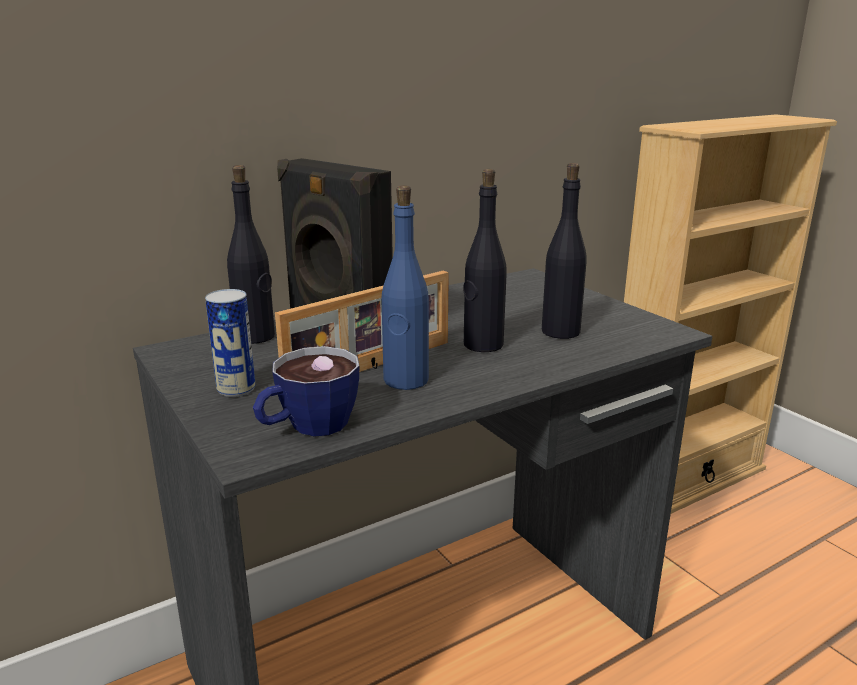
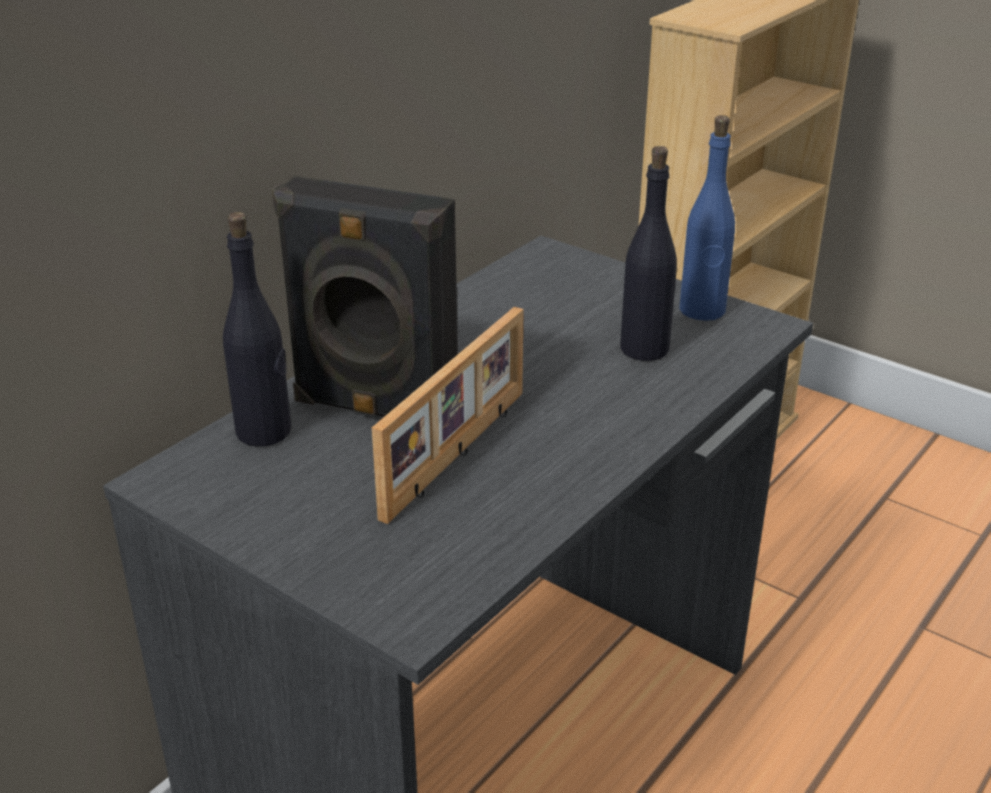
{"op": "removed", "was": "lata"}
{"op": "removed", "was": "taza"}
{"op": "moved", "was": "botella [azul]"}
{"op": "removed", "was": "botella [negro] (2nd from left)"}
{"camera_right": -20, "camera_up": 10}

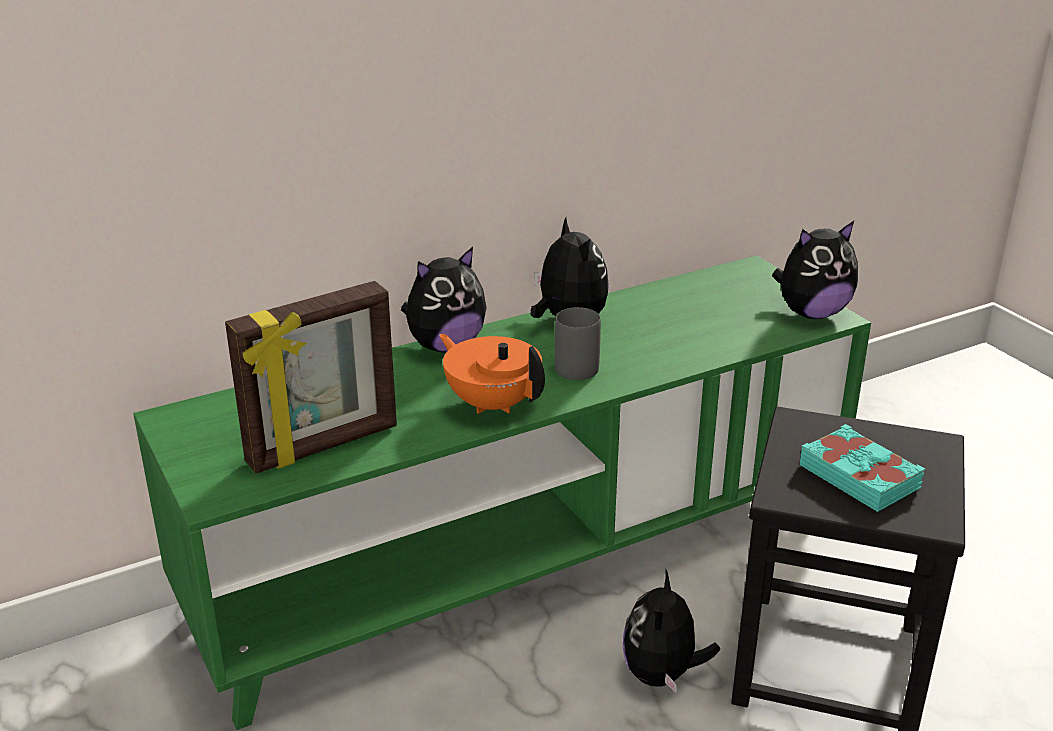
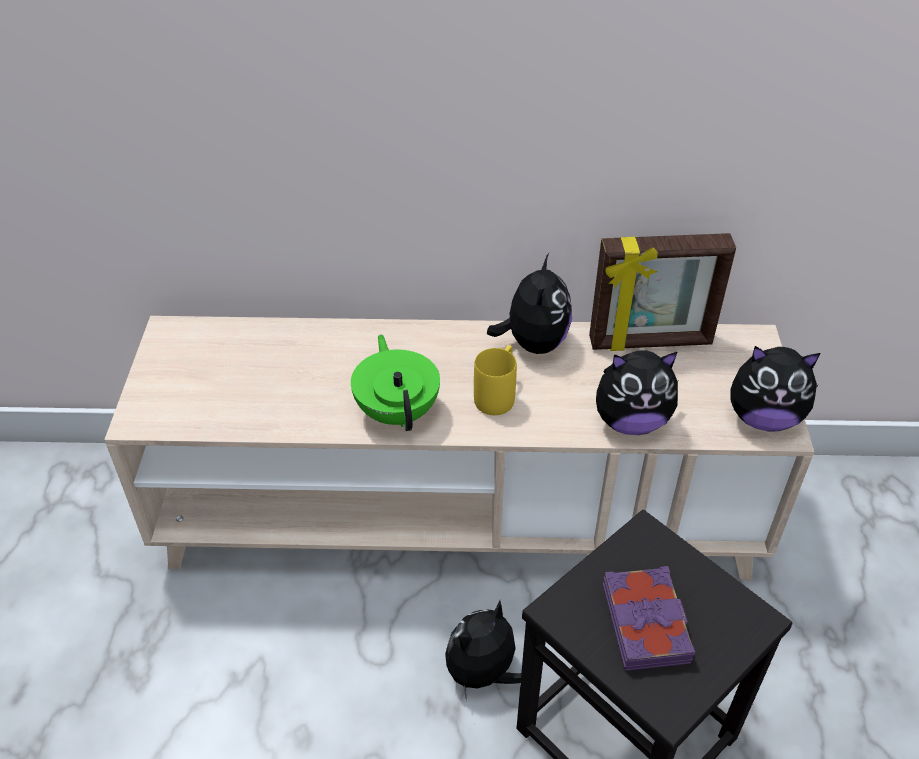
{"op": "recoloured", "was": "mueble de televisión [verde]", "now": "mueble de televisión [beis]"}
{"op": "moved", "was": "portarretratos"}
{"op": "moved", "was": "peluche (1st from left in the first image)", "now": "peluche (3rd from left)"}
{"op": "recoloured", "was": "tetera [naranja]", "now": "tetera [verde]"}
{"op": "recoloured", "was": "taza grande [gris]", "now": "taza grande [amarillo]"}
{"op": "recoloured", "was": "libro [turquesa]", "now": "libro [morado]"}
{"camera_right": 30, "camera_up": 15}

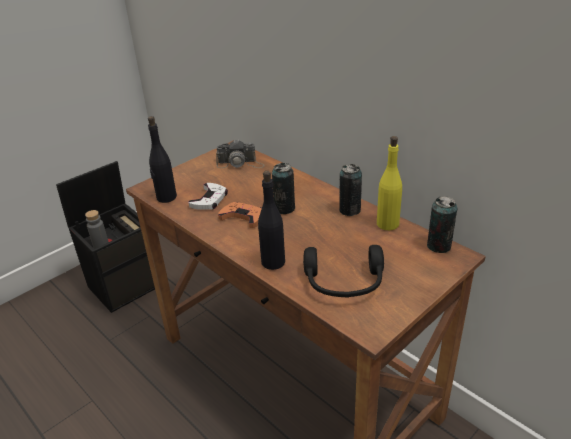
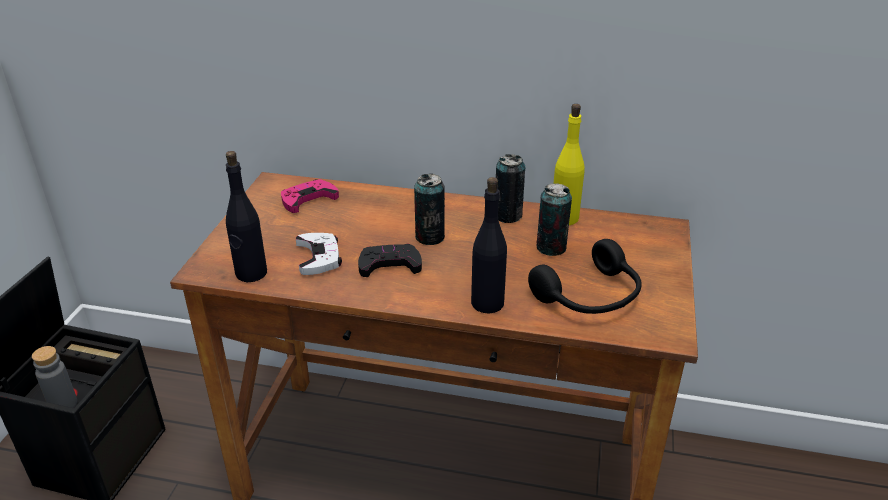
{"op": "replaced", "was": "cámara", "now": "mando de consola [rosa]"}
{"op": "recoloured", "was": "mando de consola [naranja]", "now": "mando de consola [negro]"}
{"op": "moved", "was": "lata (3rd from left)"}
{"camera_right": -35, "camera_up": 0}

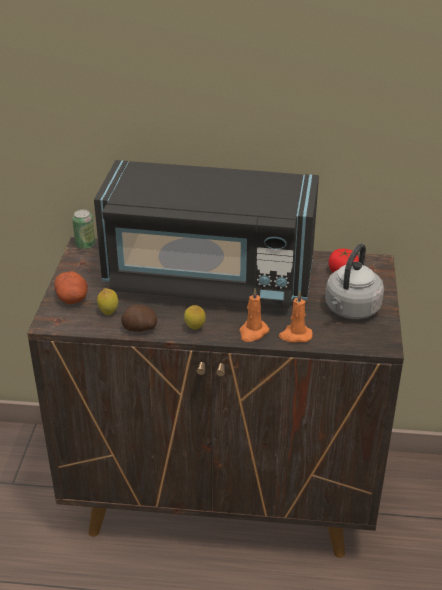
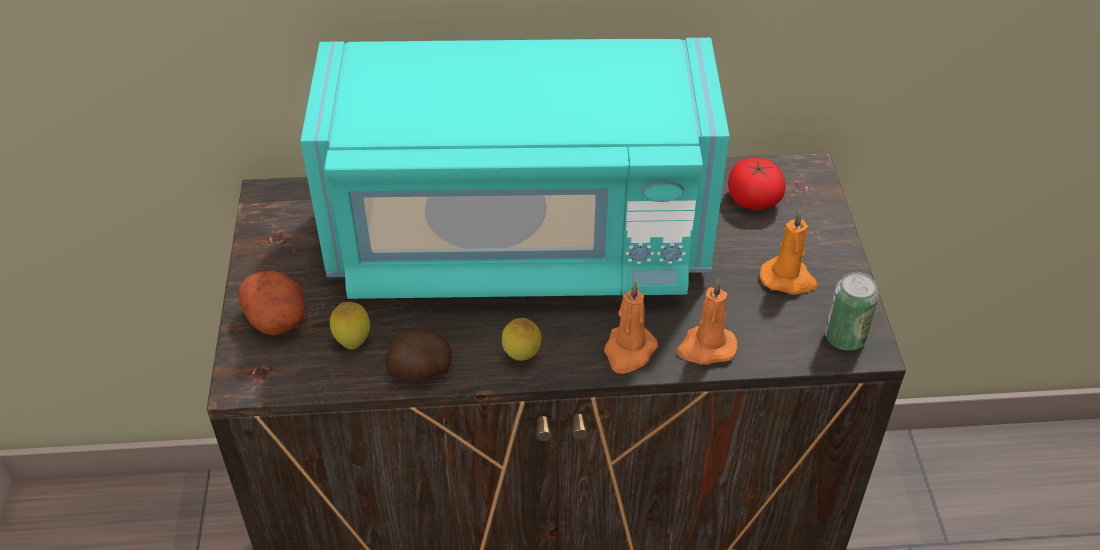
{"op": "moved", "was": "lata"}
{"op": "recoloured", "was": "microondas [negro]", "now": "microondas [turquesa]"}
{"op": "replaced", "was": "hervidor [gris]", "now": "vela [naranja] (3rd from left)"}
{"camera_right": -10, "camera_up": 10}

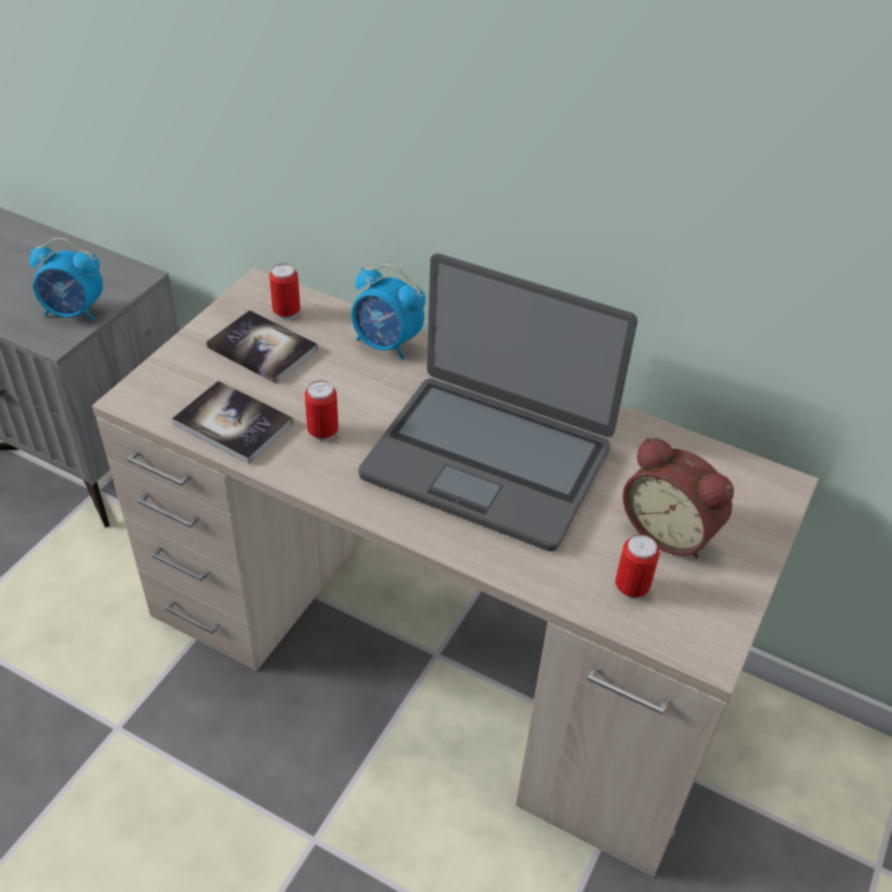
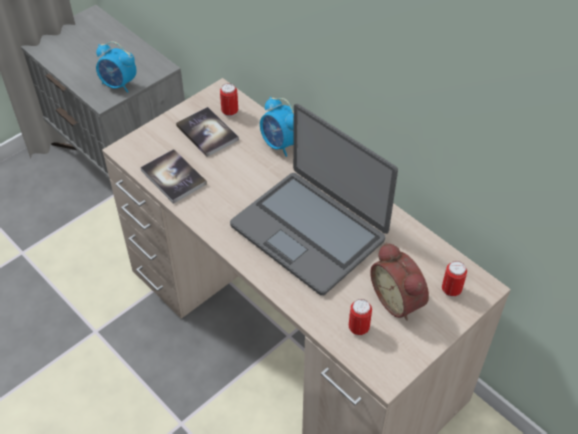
{"op": "moved", "was": "lata (2nd from left in the first image)", "now": "lata (3rd from left)"}
{"camera_right": 20, "camera_up": 5}

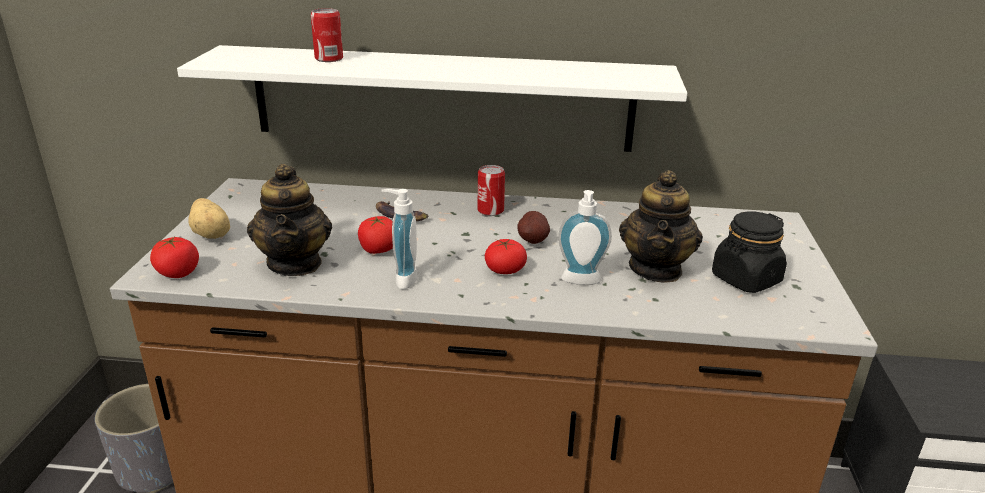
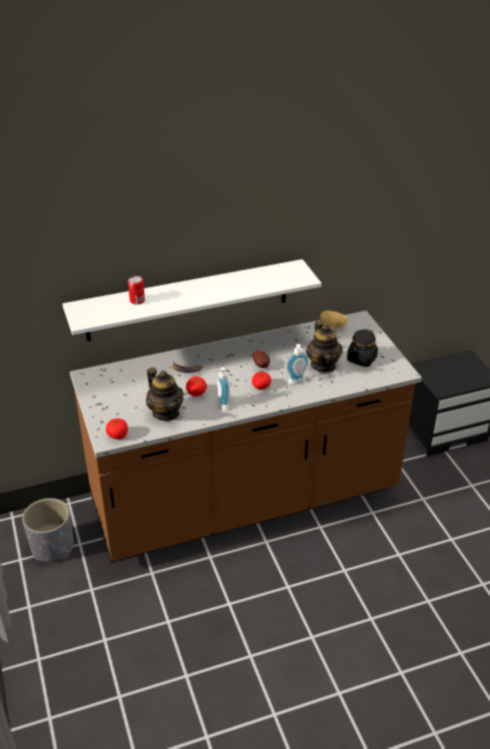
{"op": "moved", "was": "patata (1st from left in the first image)", "now": "patata (2nd from left)"}
{"op": "removed", "was": "lata (2nd from left)"}
{"camera_right": -25, "camera_up": 10}

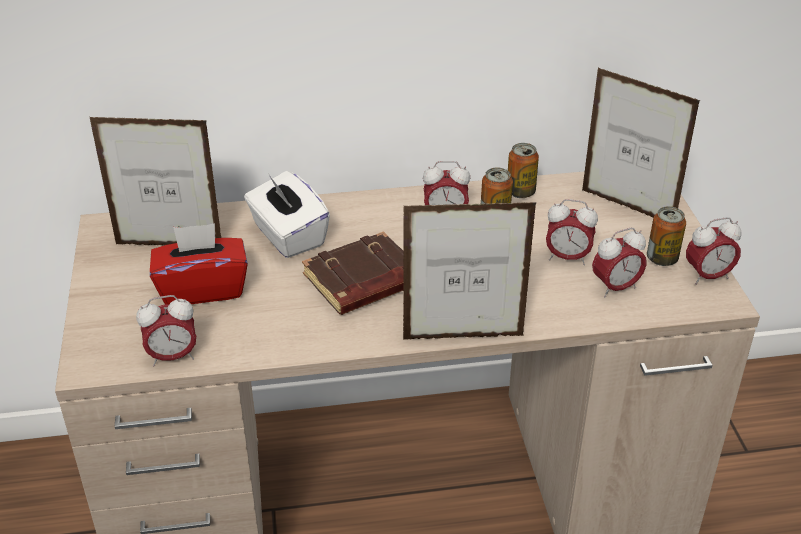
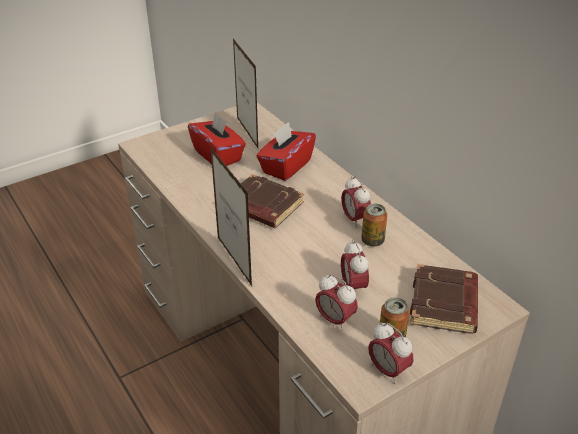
{"op": "removed", "was": "despertador (1st from left)"}
{"op": "recoloured", "was": "caja de pañuelos [blanco]", "now": "caja de pañuelos [rojo] (2nd from left)"}
{"op": "removed", "was": "lata (2nd from left)"}
{"op": "replaced", "was": "portarretratos (3rd from left)", "now": "libro [marrón] (2nd from left)"}
{"camera_right": 65, "camera_up": 0}

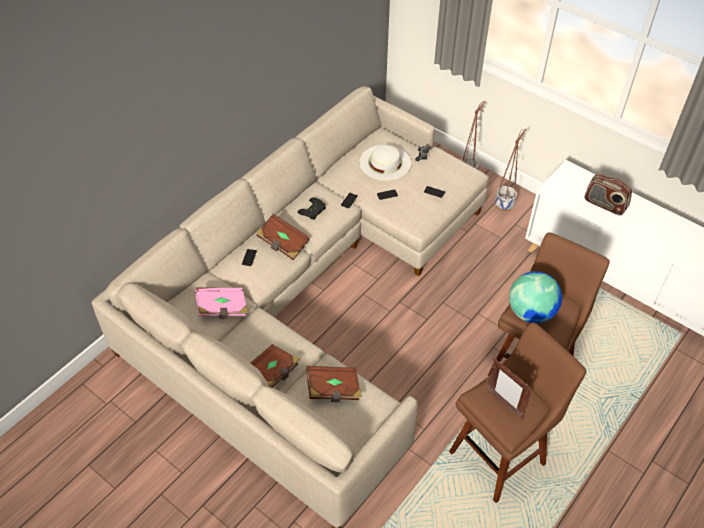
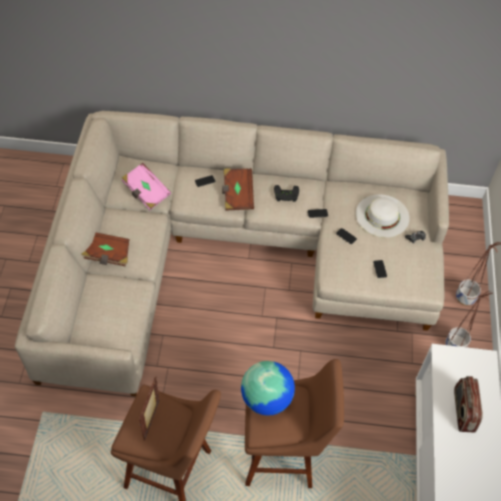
{"op": "removed", "was": "libro [marrón] (3rd from left)"}
{"camera_right": 55, "camera_up": 5}

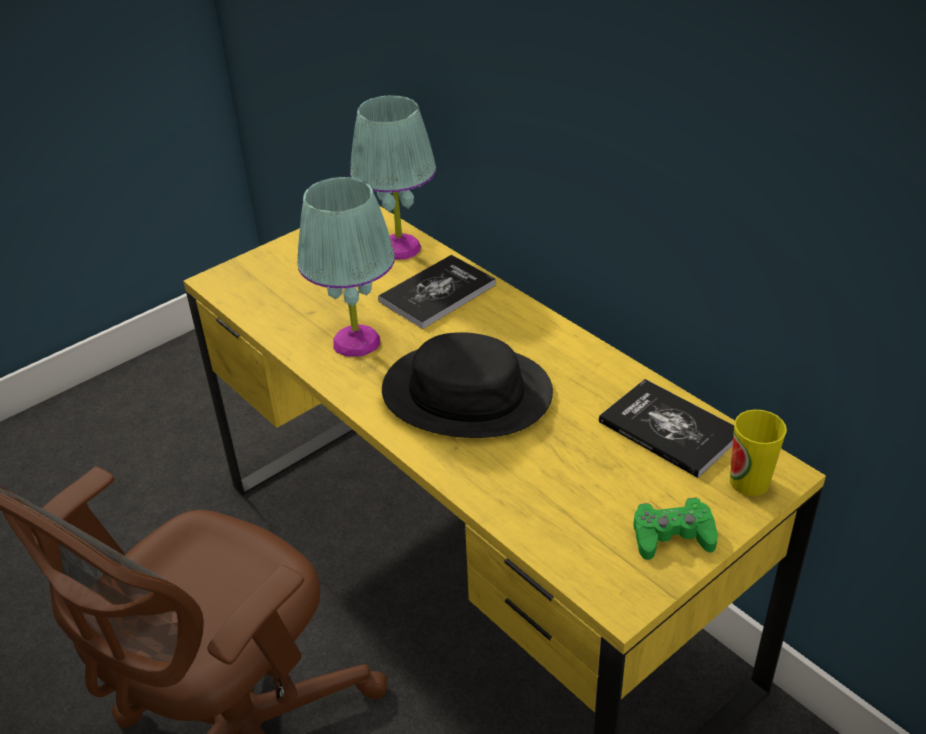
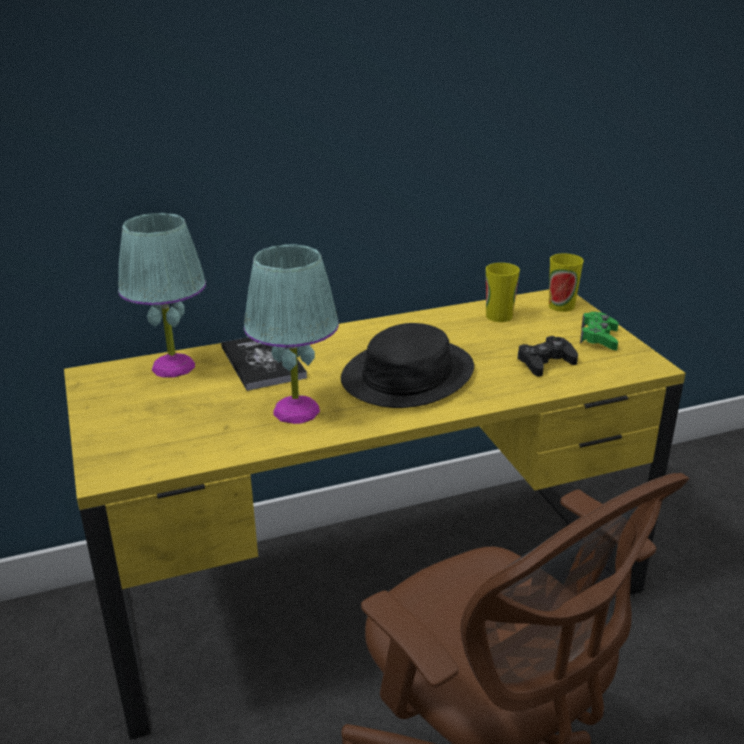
{"op": "replaced", "was": "libro (2nd from left)", "now": "taza (1st from left)"}
{"op": "added", "now": "mando de consola [negro]"}
{"camera_right": -70, "camera_up": -10}

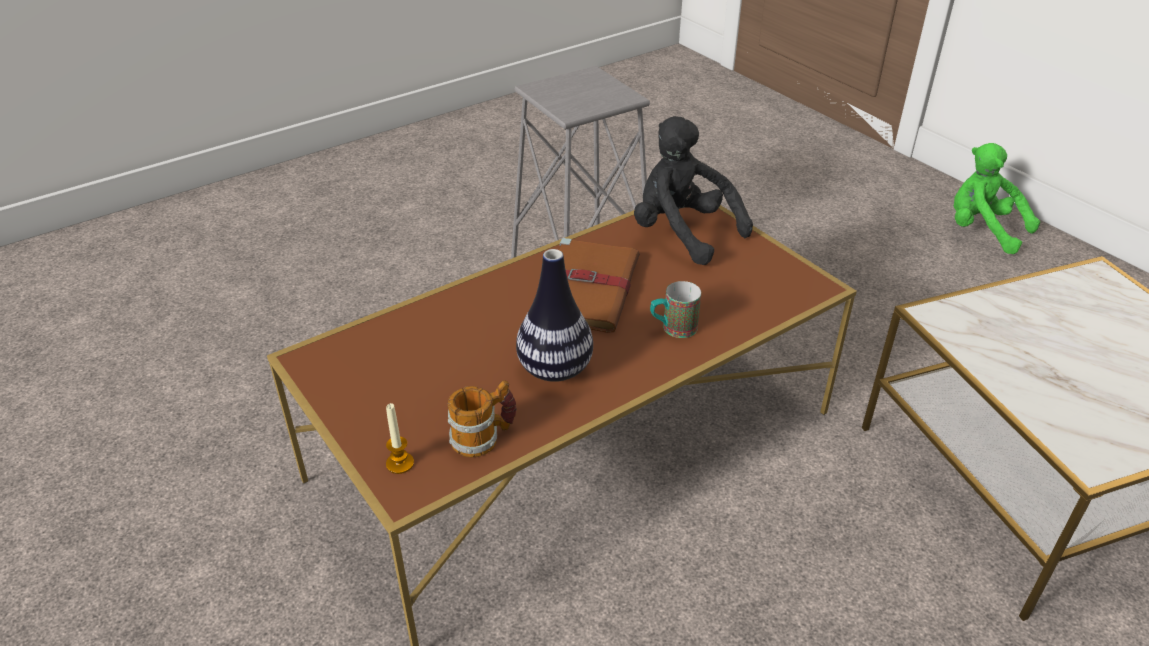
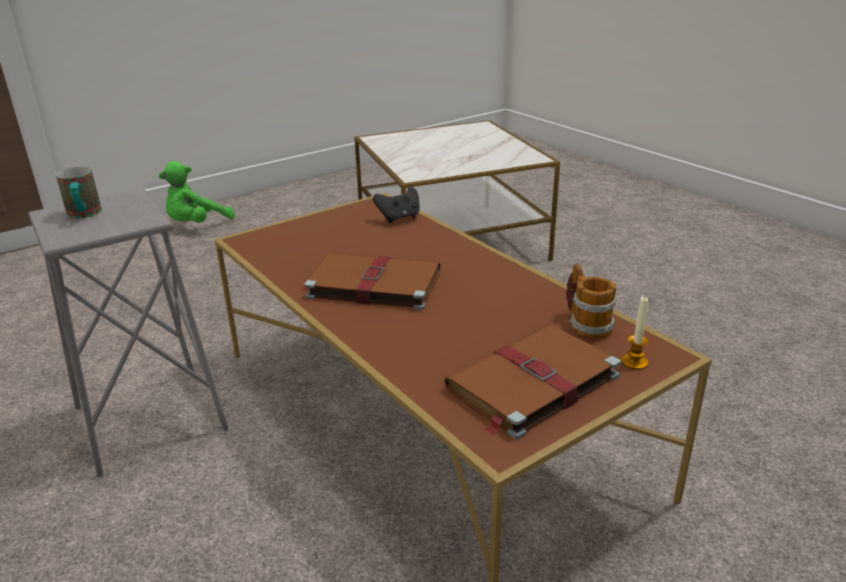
{"op": "removed", "was": "florero"}
{"op": "removed", "was": "peluche [negro]"}
{"op": "moved", "was": "taza grande (2nd from left in the first image)", "now": "taza grande (1st from left)"}
{"op": "added", "now": "mando de consola [negro]"}
{"op": "added", "now": "libro [marrón] (2nd from left)"}
{"camera_right": -90, "camera_up": -10}

